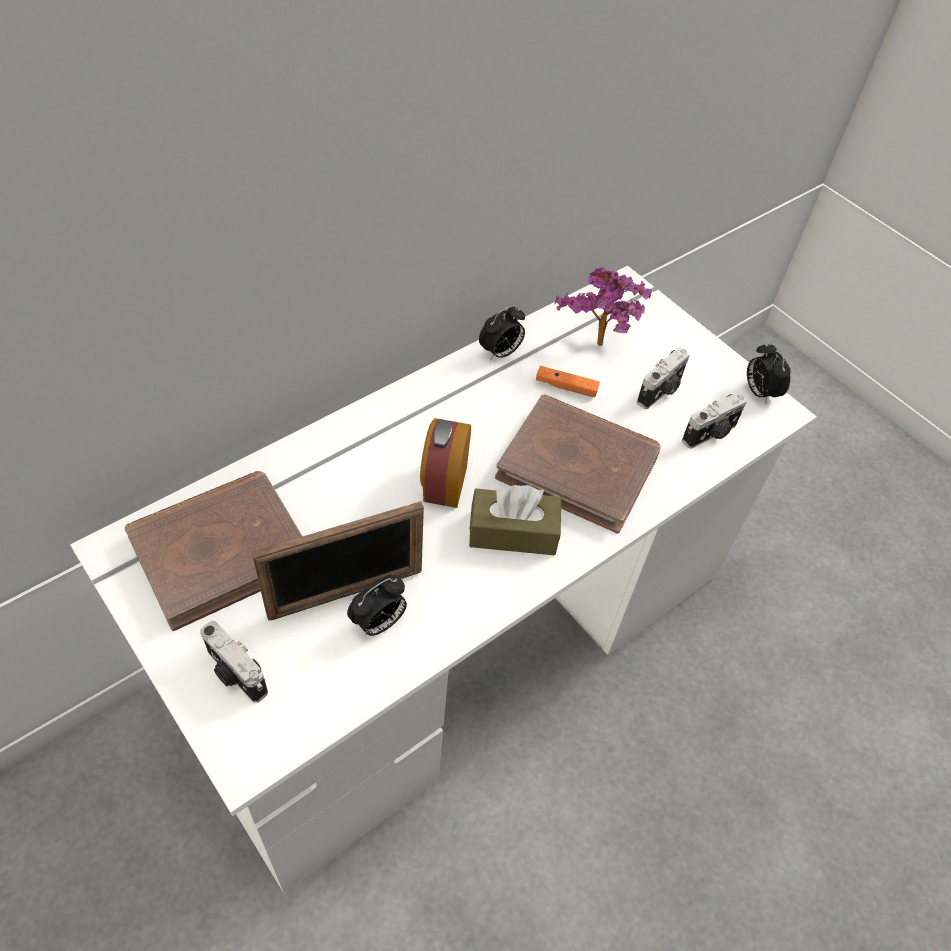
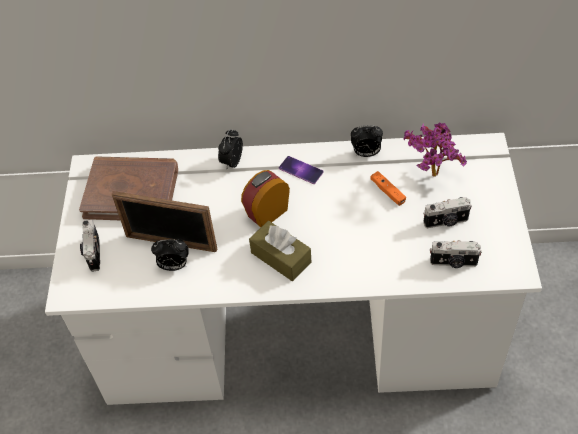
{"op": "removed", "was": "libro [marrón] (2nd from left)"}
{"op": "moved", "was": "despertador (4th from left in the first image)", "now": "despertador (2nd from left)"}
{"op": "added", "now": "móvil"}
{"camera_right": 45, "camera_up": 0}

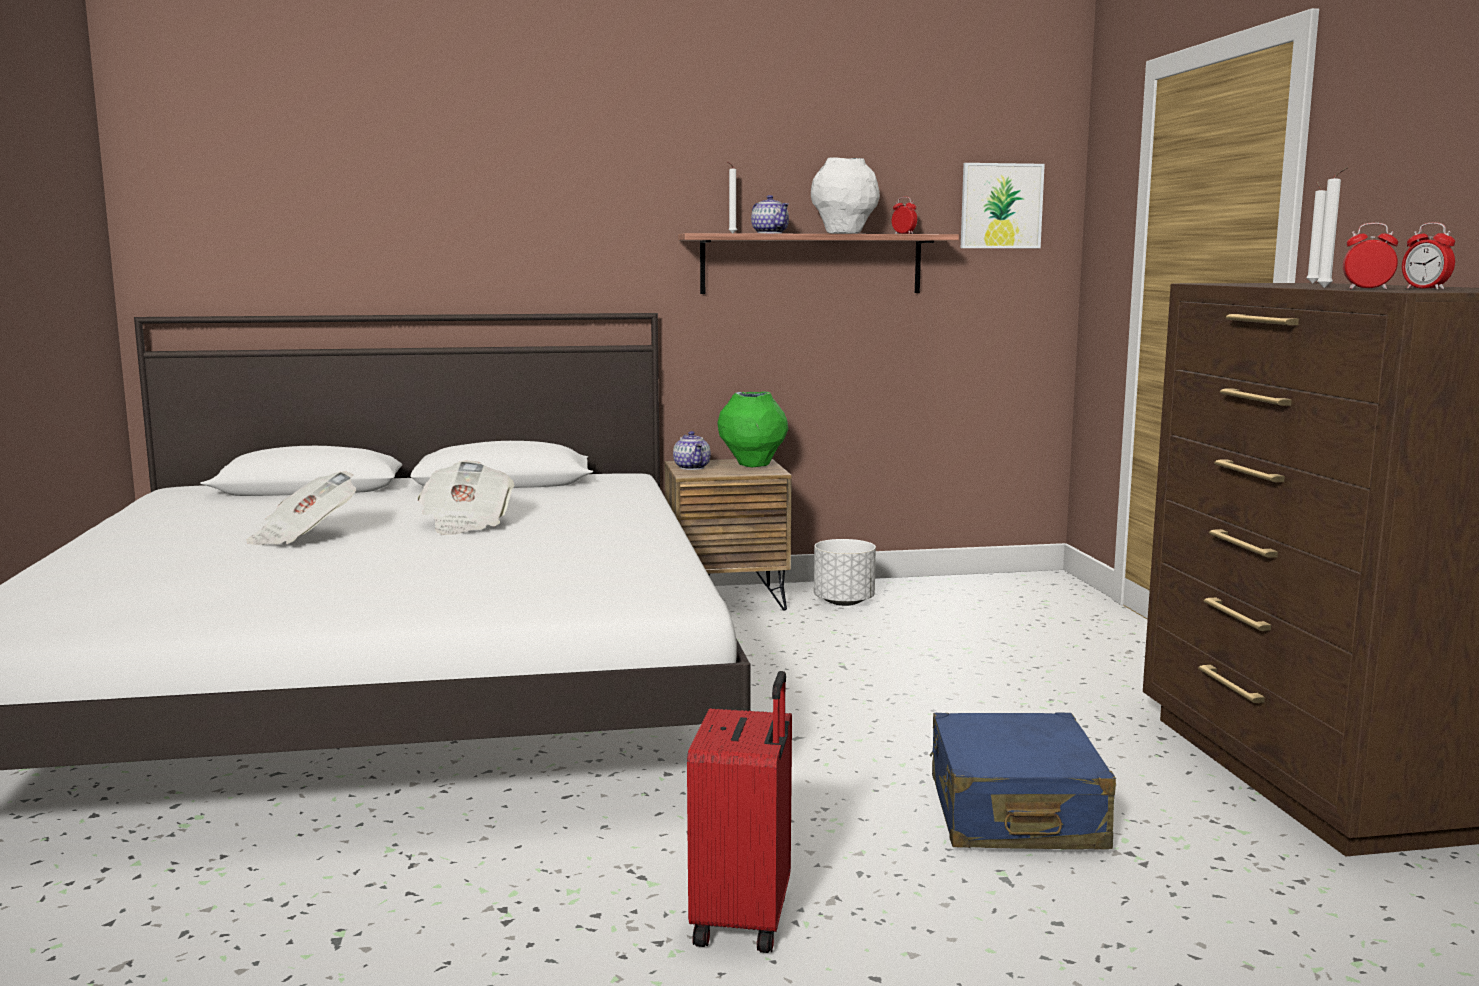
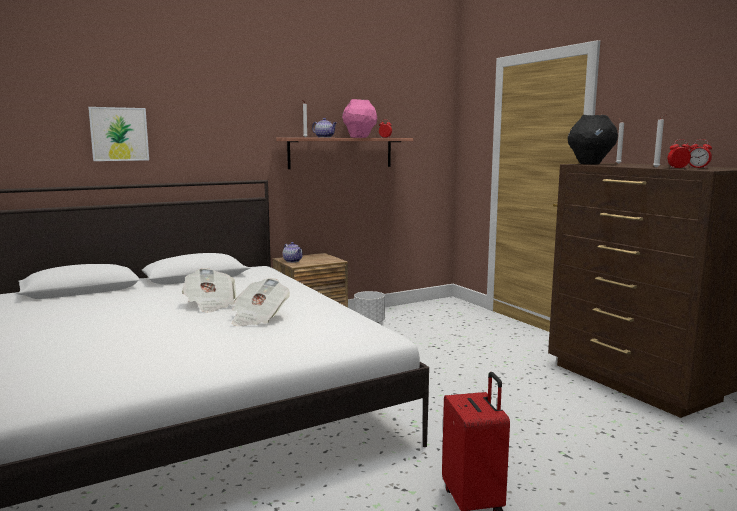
{"op": "moved", "was": "periódico (1st from left in the first image)", "now": "periódico (2nd from left)"}
{"op": "removed", "was": "florero [verde]"}
{"op": "recoloured", "was": "florero [blanco]", "now": "florero [rosa]"}
{"op": "removed", "was": "maleta [azul]"}
{"op": "moved", "was": "cuadro"}
{"op": "added", "now": "florero [negro]"}
{"camera_right": -20, "camera_up": 0}

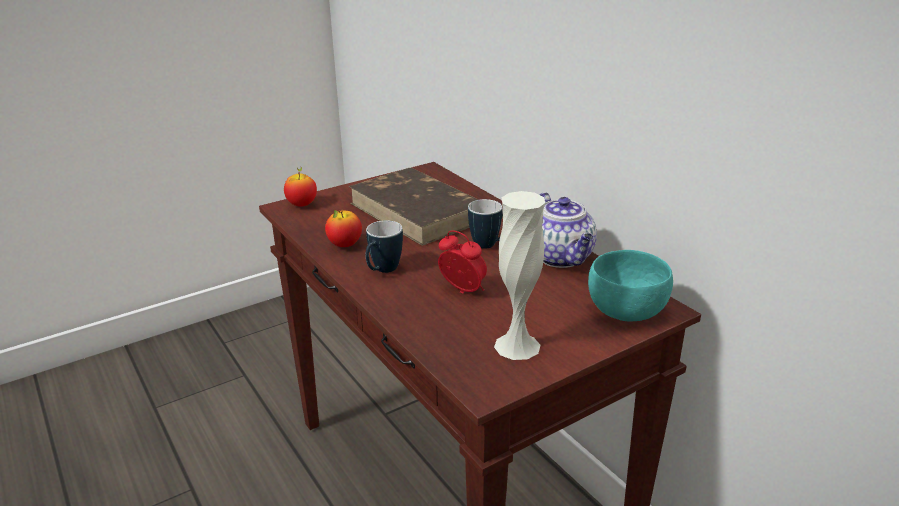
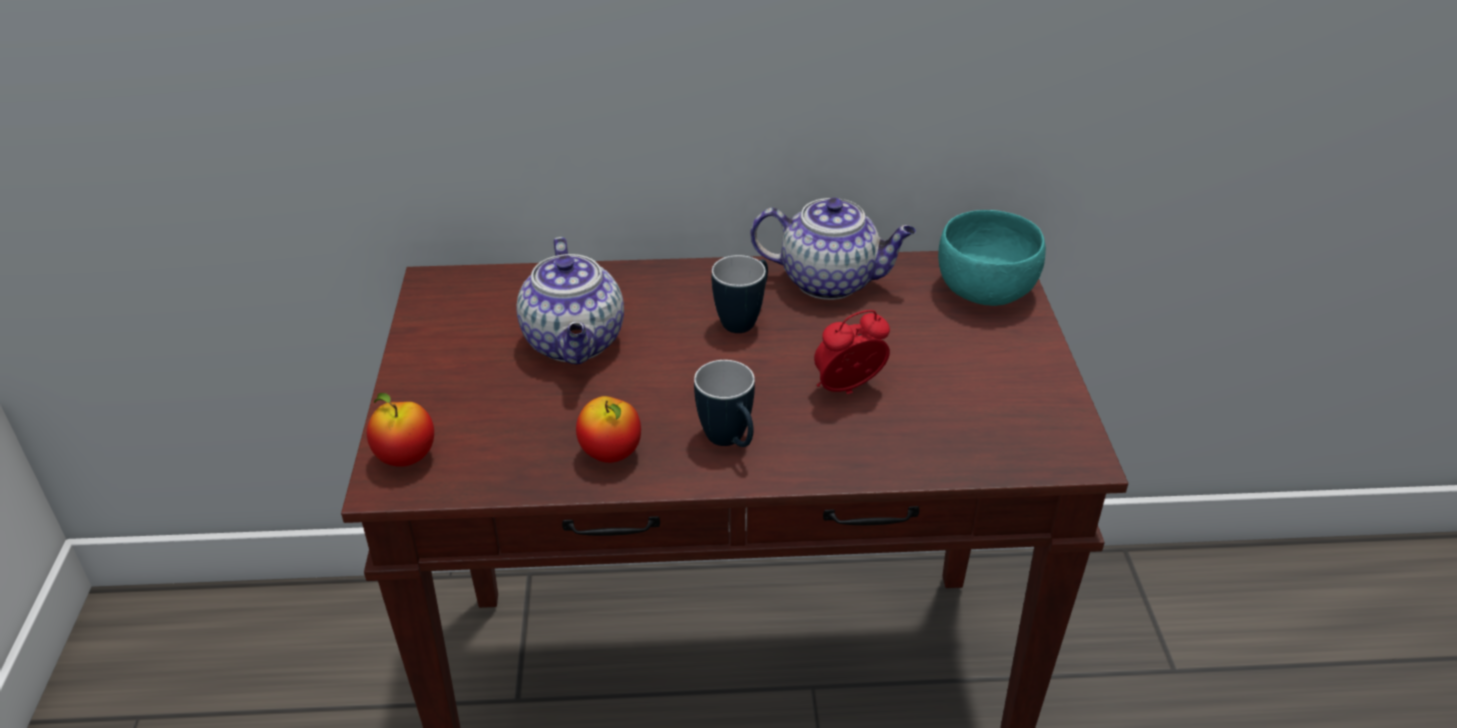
{"op": "replaced", "was": "libro [marrón]", "now": "tetera (1st from left)"}
{"op": "removed", "was": "florero [blanco]"}
{"camera_right": -60, "camera_up": 10}

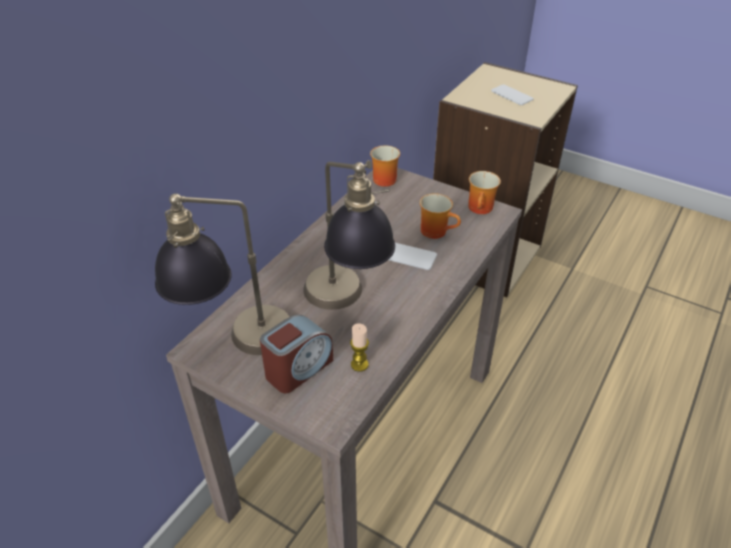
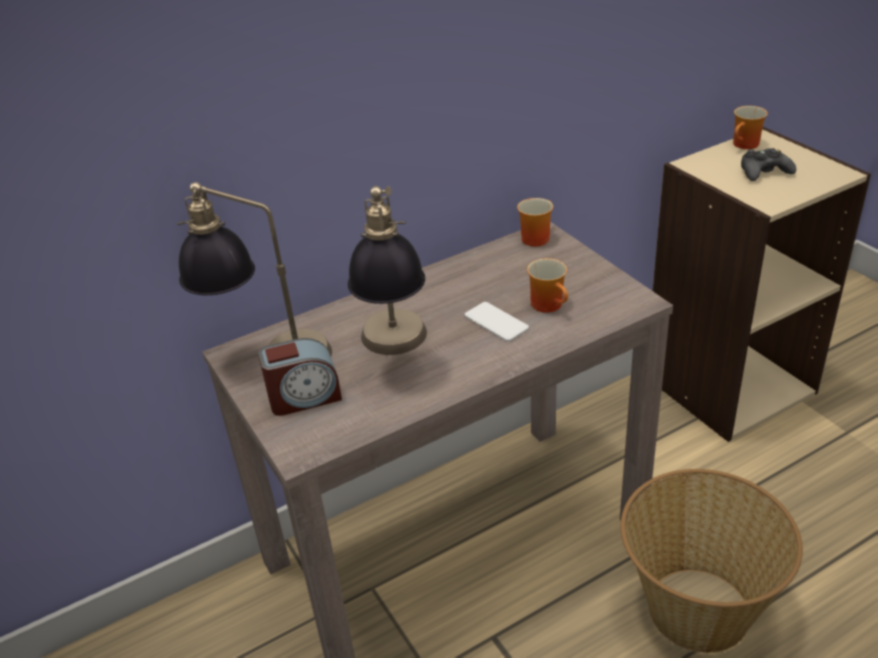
{"op": "removed", "was": "vela"}
{"op": "moved", "was": "taza grande (3rd from left)"}
{"op": "replaced", "was": "móvil (2nd from left)", "now": "mando de consola [negro]"}
{"op": "added", "now": "cesta"}
{"camera_right": 30, "camera_up": -5}

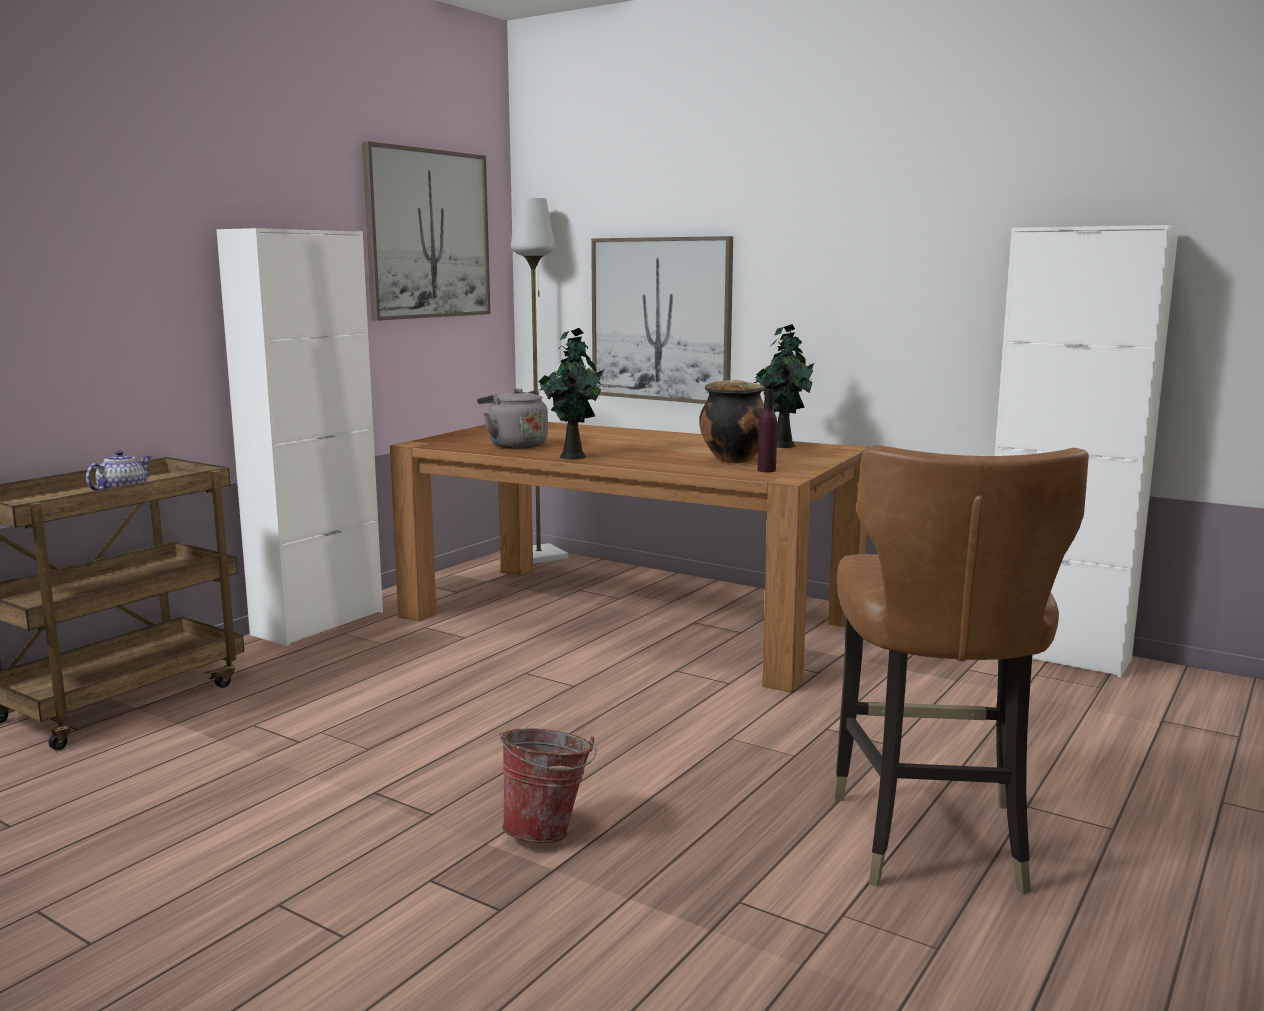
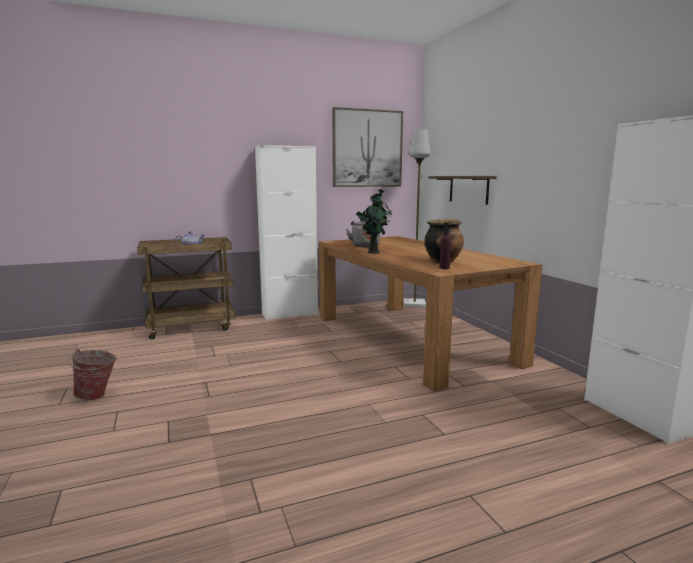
{"op": "moved", "was": "cubo"}
{"op": "replaced", "was": "cuadro (2nd from left)", "now": "estante"}
{"op": "removed", "was": "planta en maceta (2nd from left)"}
{"op": "removed", "was": "silla [marrón]"}
{"camera_right": 35, "camera_up": 0}

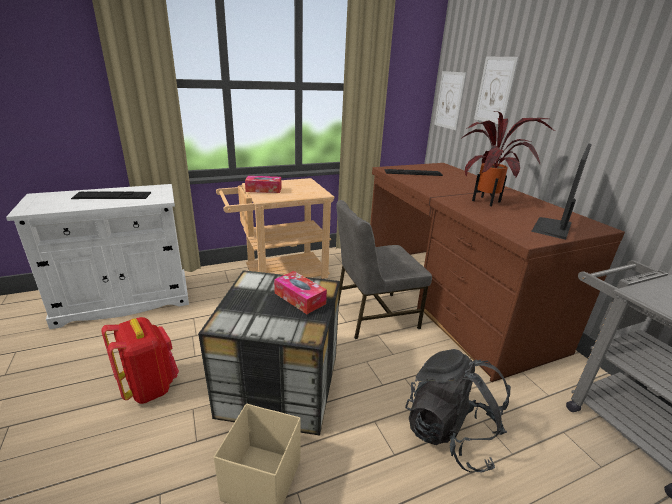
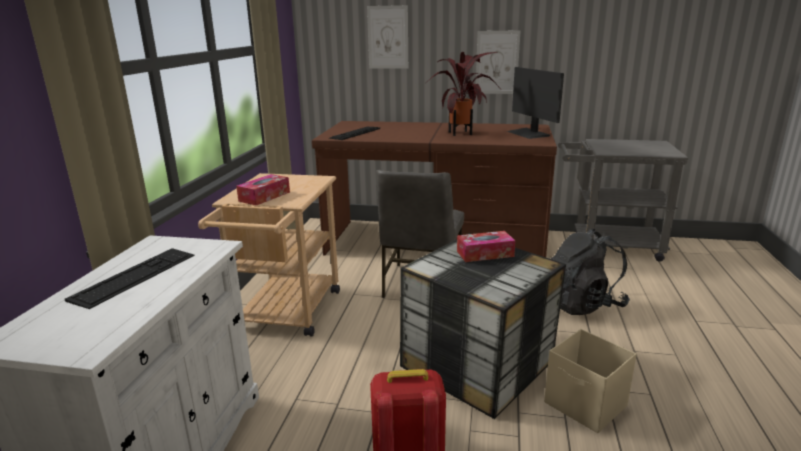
{"op": "moved", "was": "cuadro (1st from left in the first image)", "now": "cuadro (2nd from left)"}
{"camera_right": -55, "camera_up": -5}

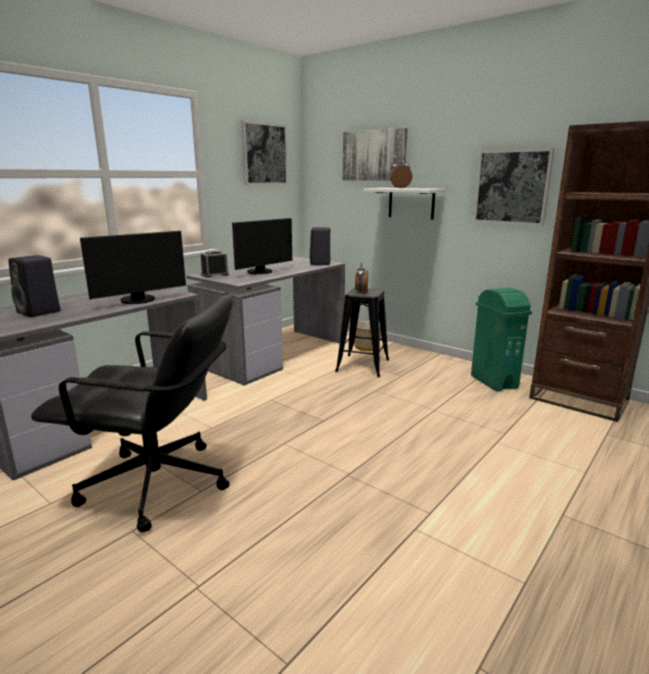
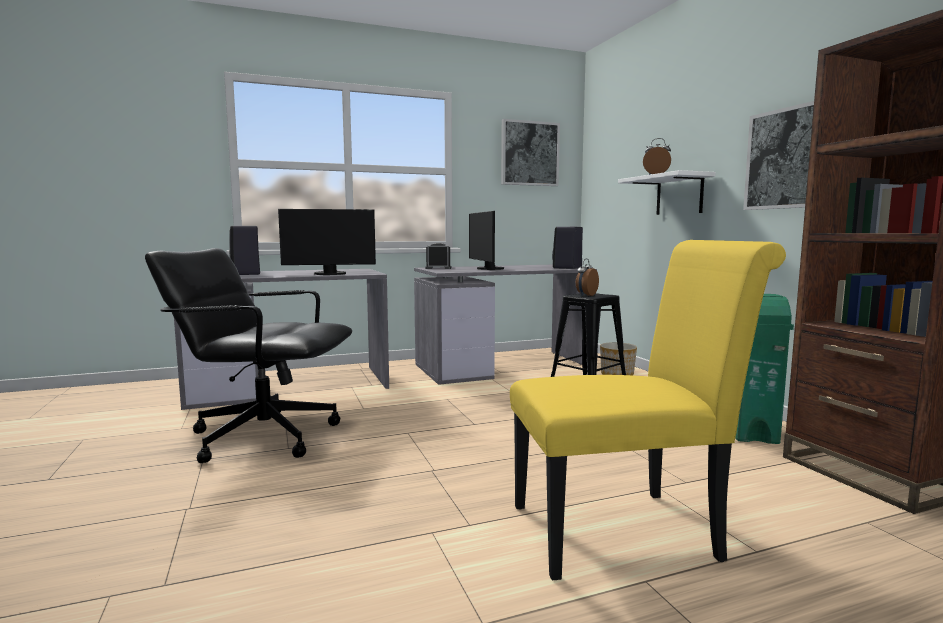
{"op": "turned", "was": "silla de oficina [negro]", "clockwise": 150}
{"op": "turned", "was": "monitor (2nd from left)", "clockwise": 90}
{"op": "removed", "was": "cuadro (2nd from left)"}
{"op": "added", "now": "silla [amarillo]"}
{"camera_right": 30, "camera_up": -10}

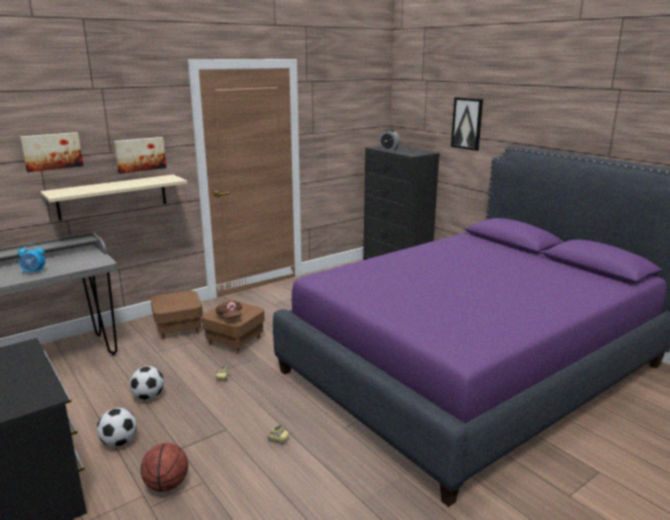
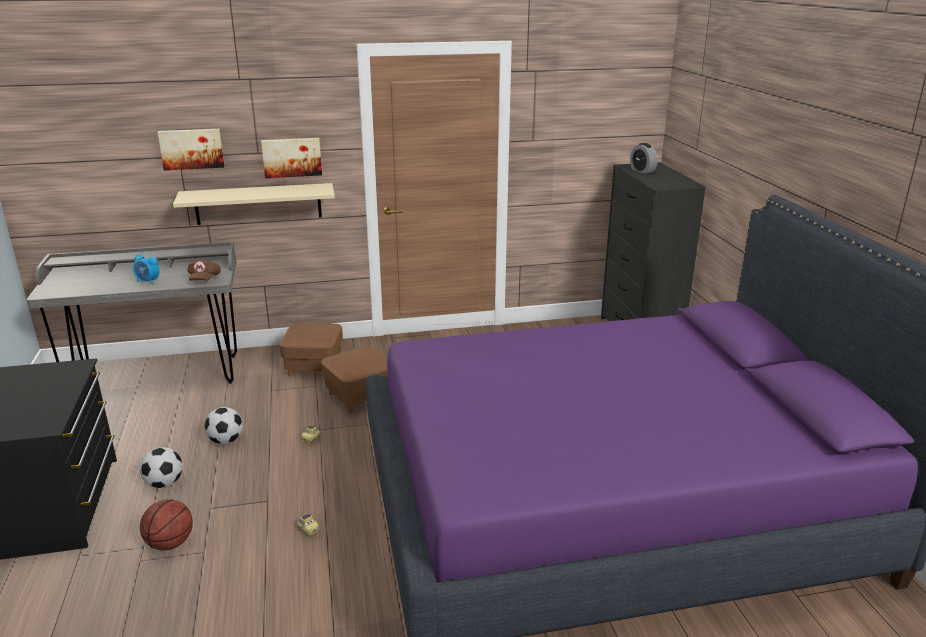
{"op": "moved", "was": "gorra [marrón]"}
{"op": "removed", "was": "cuadro (3rd from left)"}
{"camera_right": 25, "camera_up": 5}

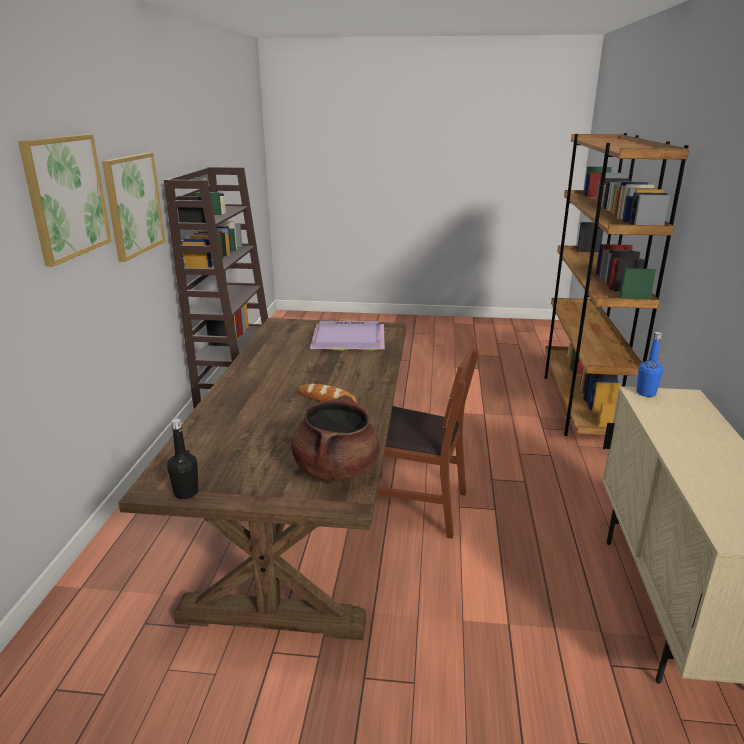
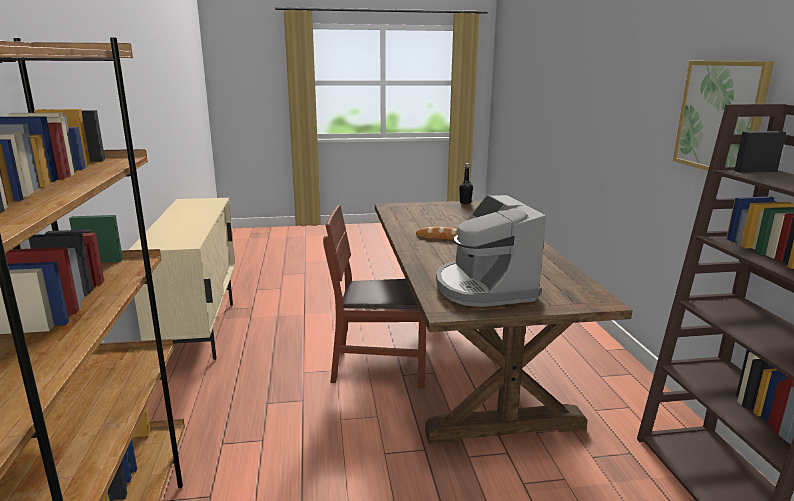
{"op": "removed", "was": "cuadro (1st from left)"}
{"op": "removed", "was": "olla [marrón]"}
{"op": "replaced", "was": "bandeja [morado]", "now": "cafetera"}
{"op": "removed", "was": "botella [azul]"}
{"camera_right": 165, "camera_up": -5}

